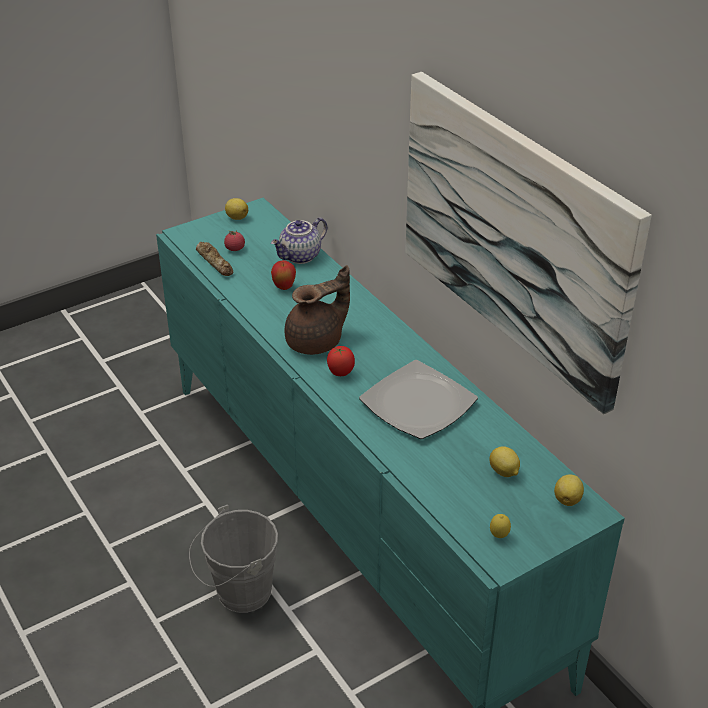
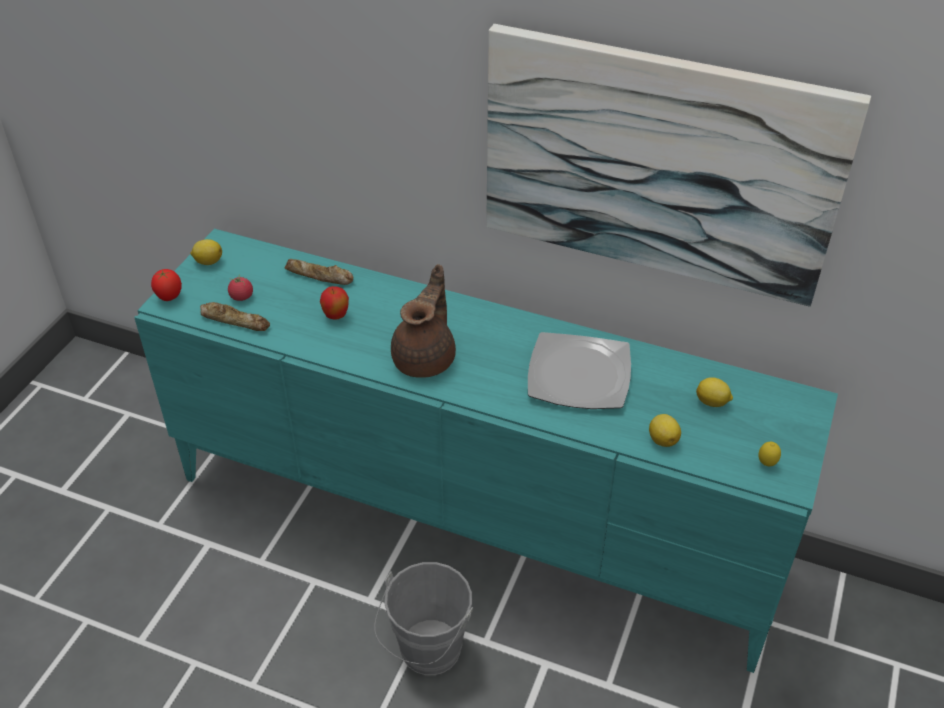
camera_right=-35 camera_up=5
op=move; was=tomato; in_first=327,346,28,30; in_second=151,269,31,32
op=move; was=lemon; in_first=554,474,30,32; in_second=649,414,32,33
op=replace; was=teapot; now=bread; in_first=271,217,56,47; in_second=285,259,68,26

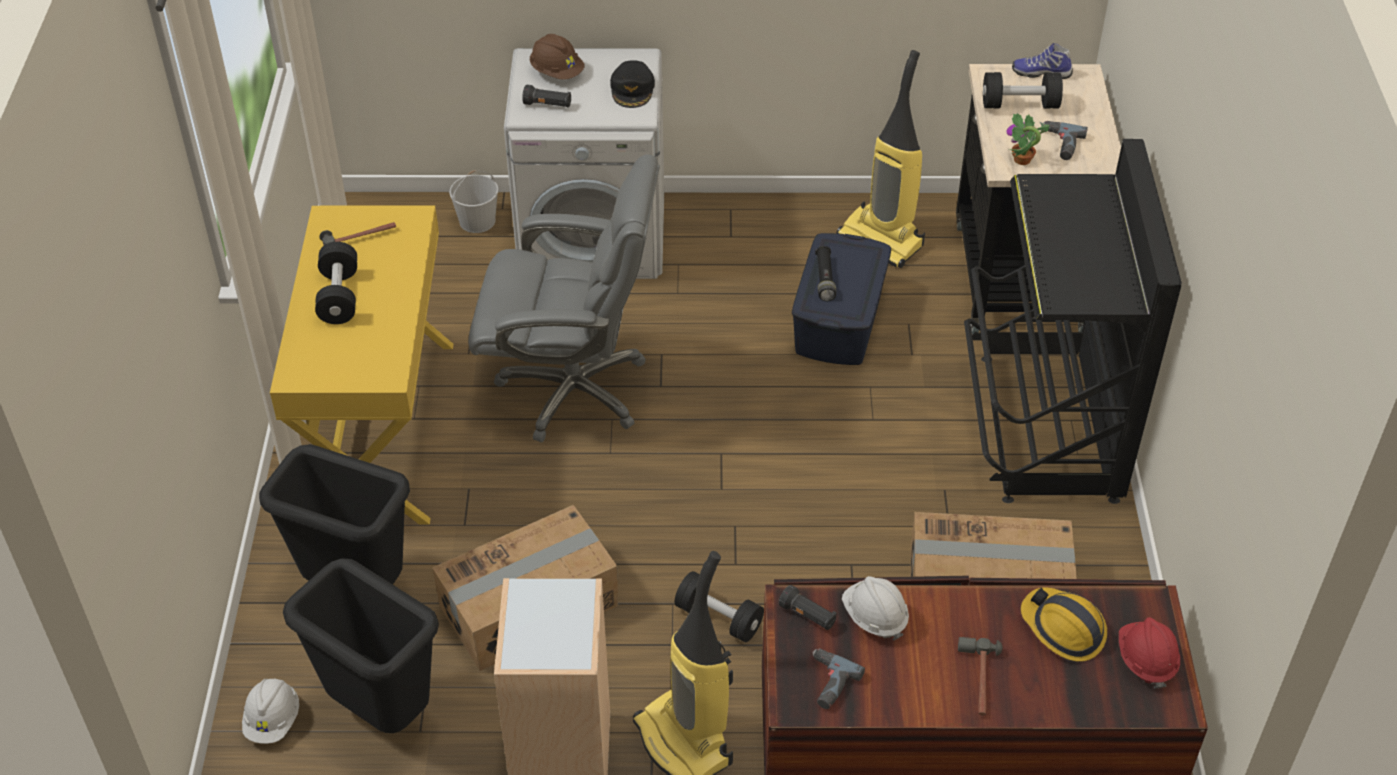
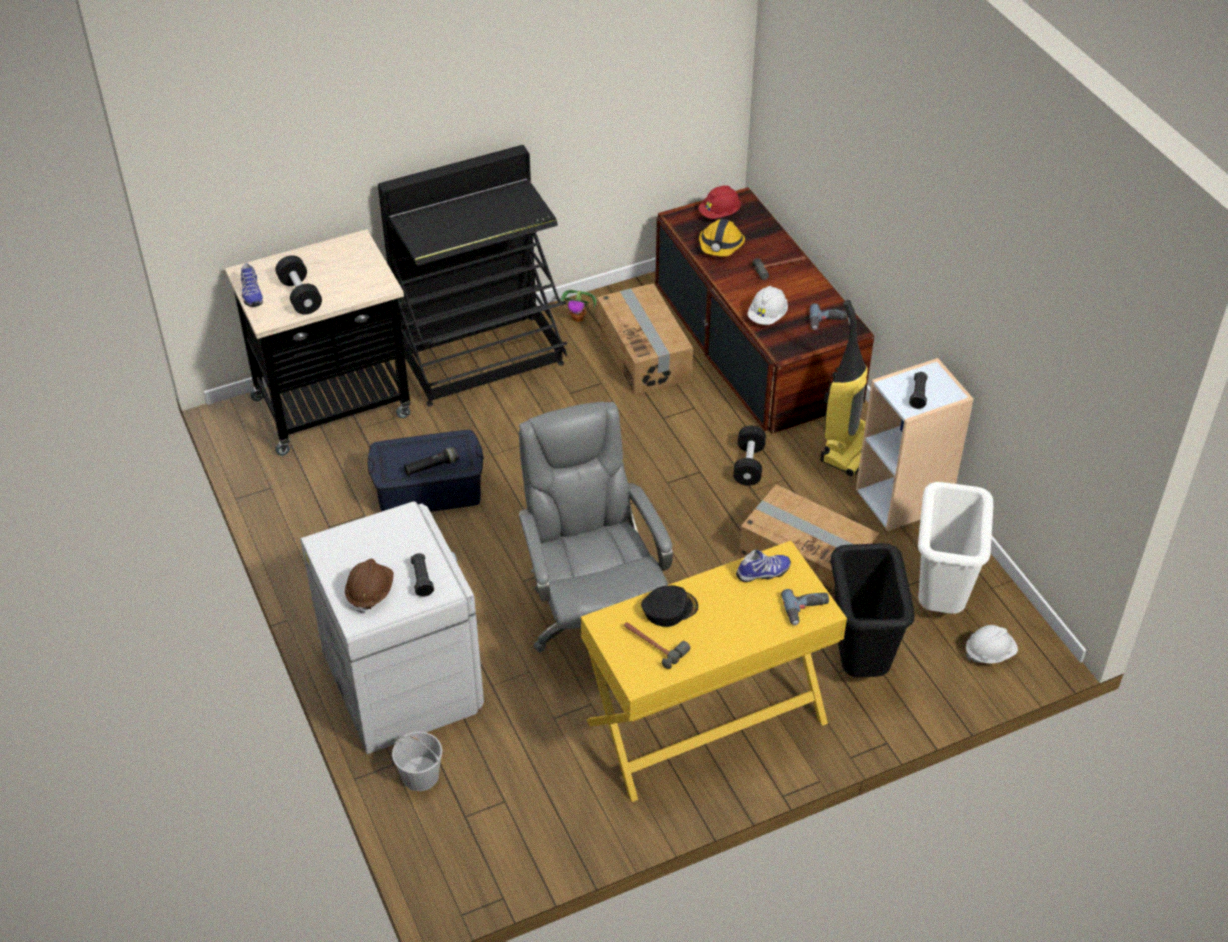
camera_right=-115 camera_up=0
op=delete; was=dumbbell in black; in_first=315,242,42,82
op=delete; was=vacuum cleaner; in_first=837,50,88,218
op=insert; now=shoe; in_second=736,549,55,33
op=move; was=cap in black; in_first=610,60,45,48; in_second=641,585,57,42
op=move; was=flashlight in black; in_first=779,585,58,45; in_second=909,372,19,37
op=move; was=potted plant; in_first=1006,113,43,52; in_second=560,290,37,32
op=move; was=power drill; in_first=1041,121,47,39; in_second=781,589,48,37
op=recolor; was=trash can in black; now=trash can in white; in_first=283,558,156,175; in_second=918,482,75,132

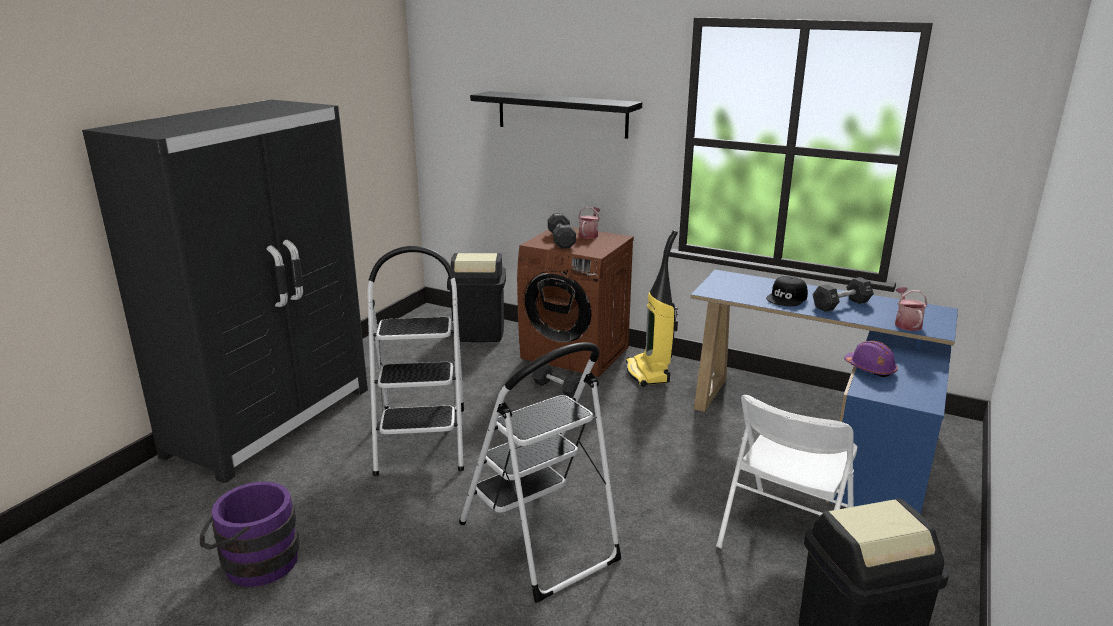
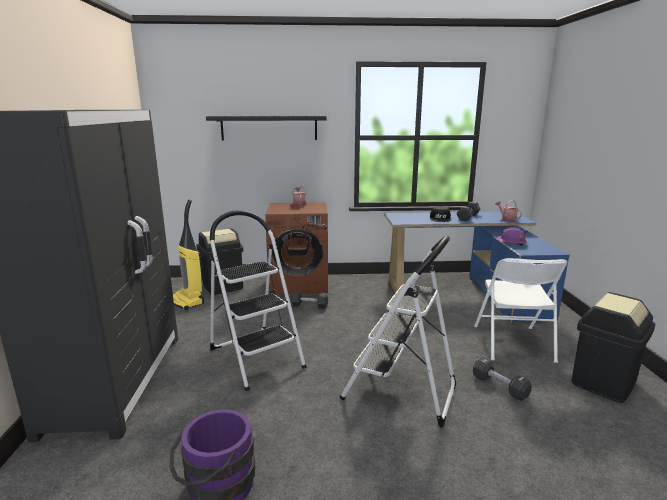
camera_right=-30 camera_up=-5
op=move; was=dumbbell in black; in_first=548,213,28,36; in_second=473,357,59,44
op=move; was=vacuum cleaner; in_first=626,230,52,157; in_second=173,199,31,111

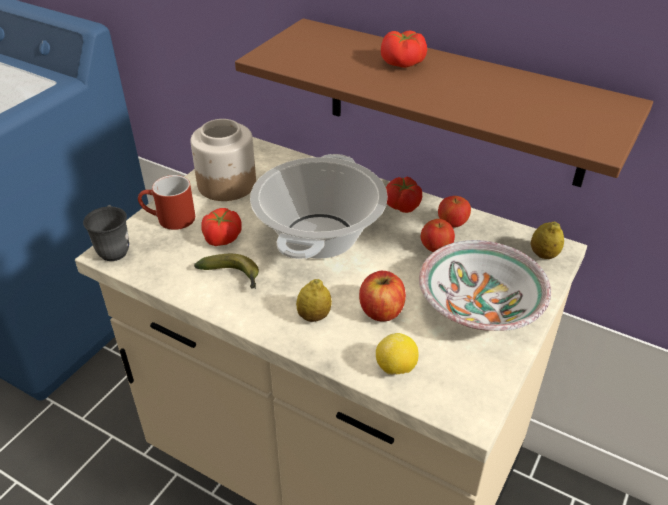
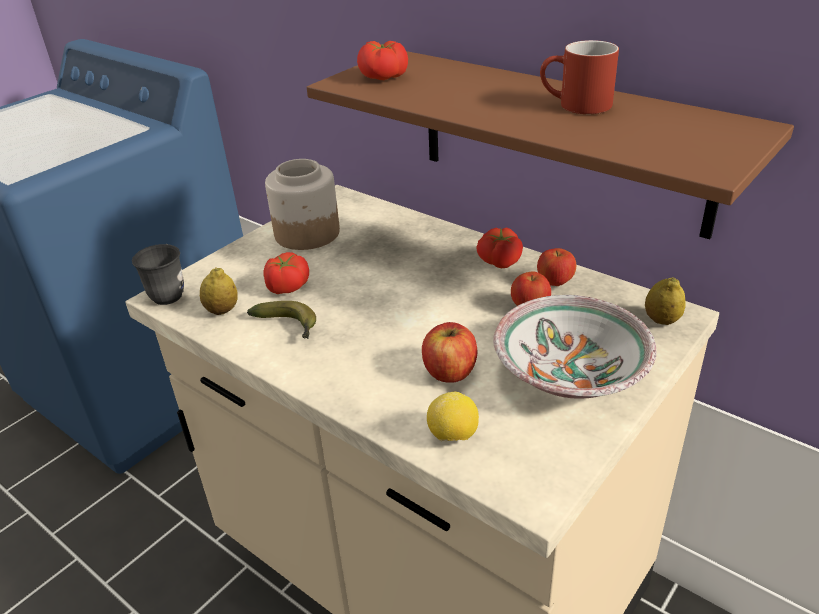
camera_right=10 camera_up=-5
op=delete; was=cooking pot; in_first=250,154,138,105
op=move; was=mug in red; in_first=138,175,57,55; in_second=540,40,79,74
op=move; was=lemon; in_first=296,279,36,43; in_second=200,267,38,48
op=move; was=tomato; in_first=381,31,46,37; in_second=357,41,51,39

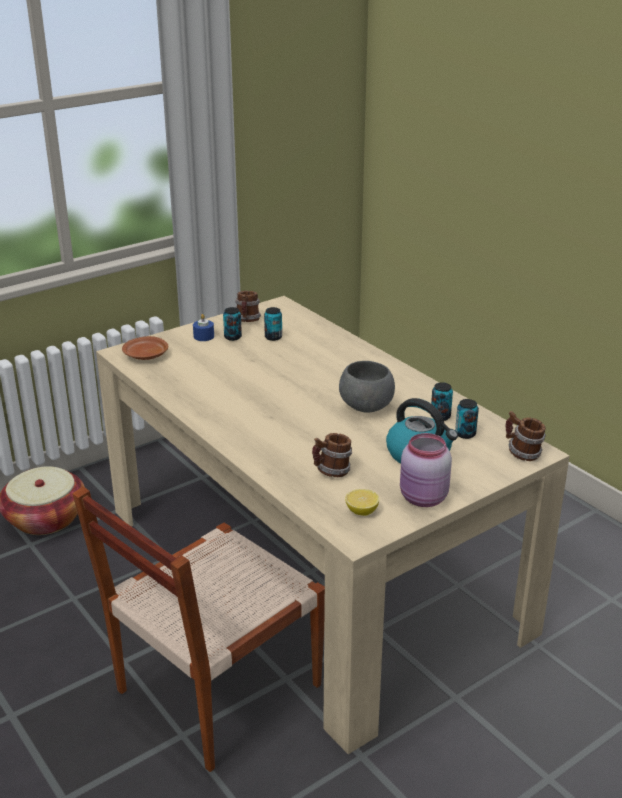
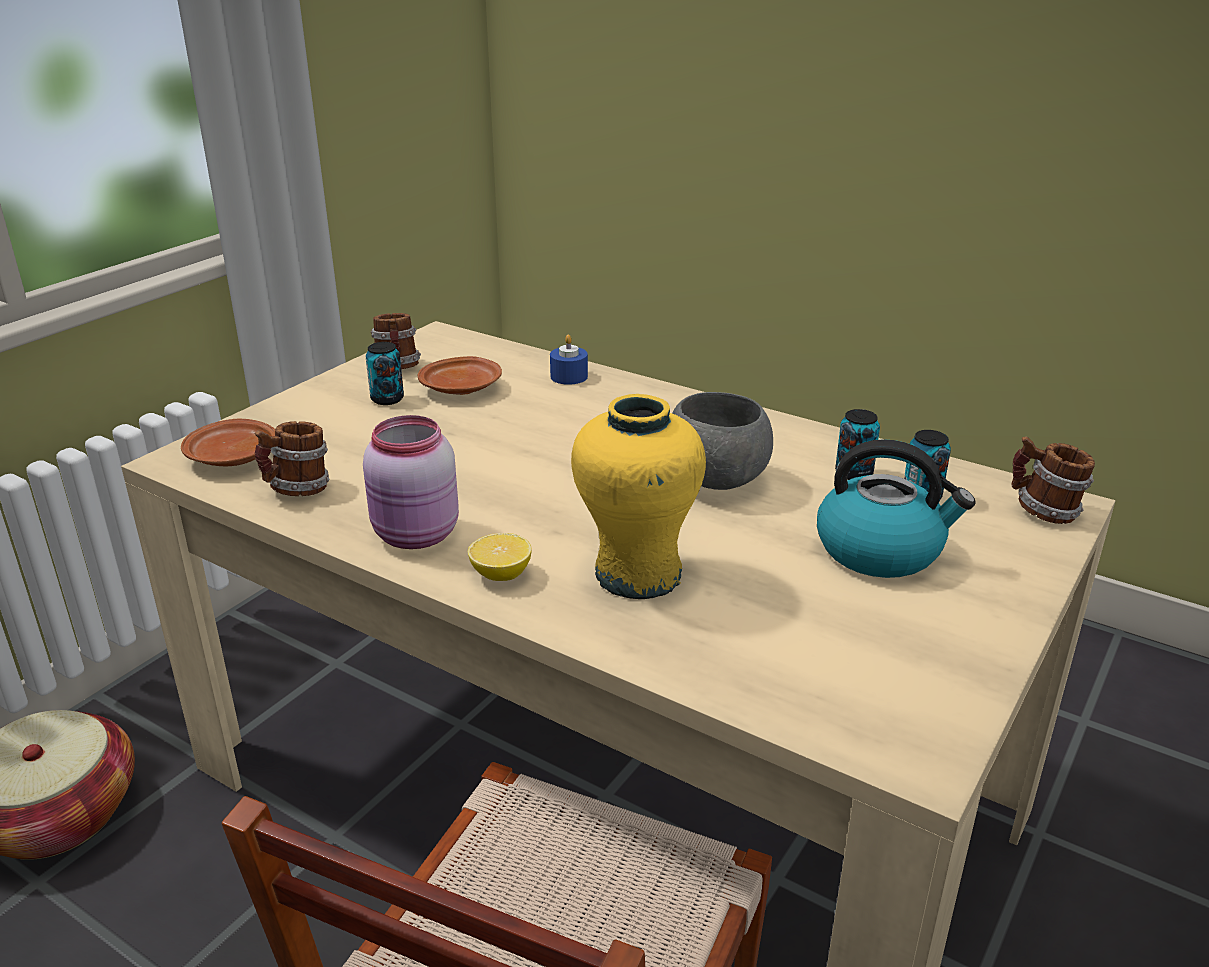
camera_right=-20 camera_up=0
op=insert; now=vase in yellow; in_second=571,394,135,205
op=move; was=candle in blue; in_first=193,314,21,27; in_second=550,335,38,50
op=move; was=mug; in_first=312,433,40,44; in_second=255,421,74,75
op=move; was=lemon; in_first=345,489,34,27; in_second=468,533,64,48
op=move; was=jar in pink; in_first=400,433,52,74; in_second=363,415,96,134
op=replace; was=can; now=plate in brown; in_first=264,307,18,34; in_second=418,356,84,39

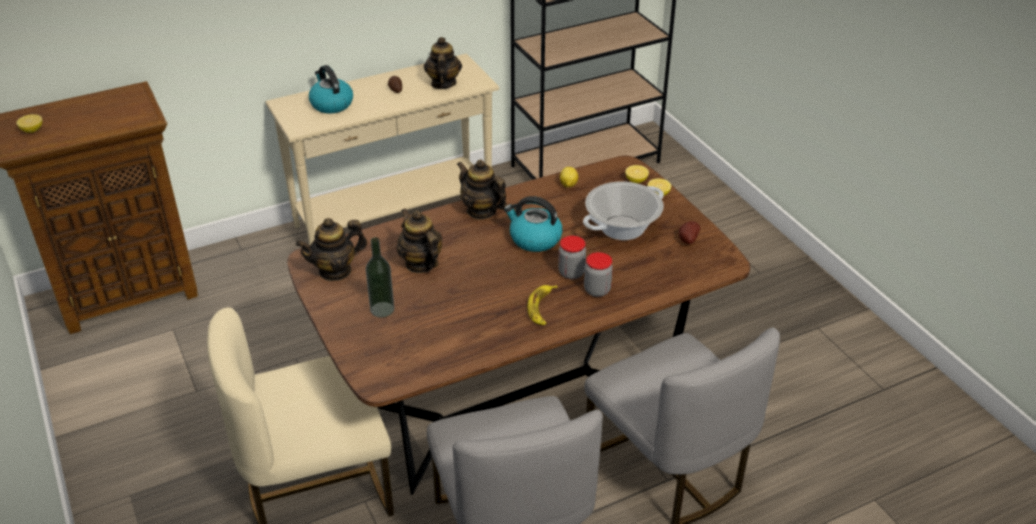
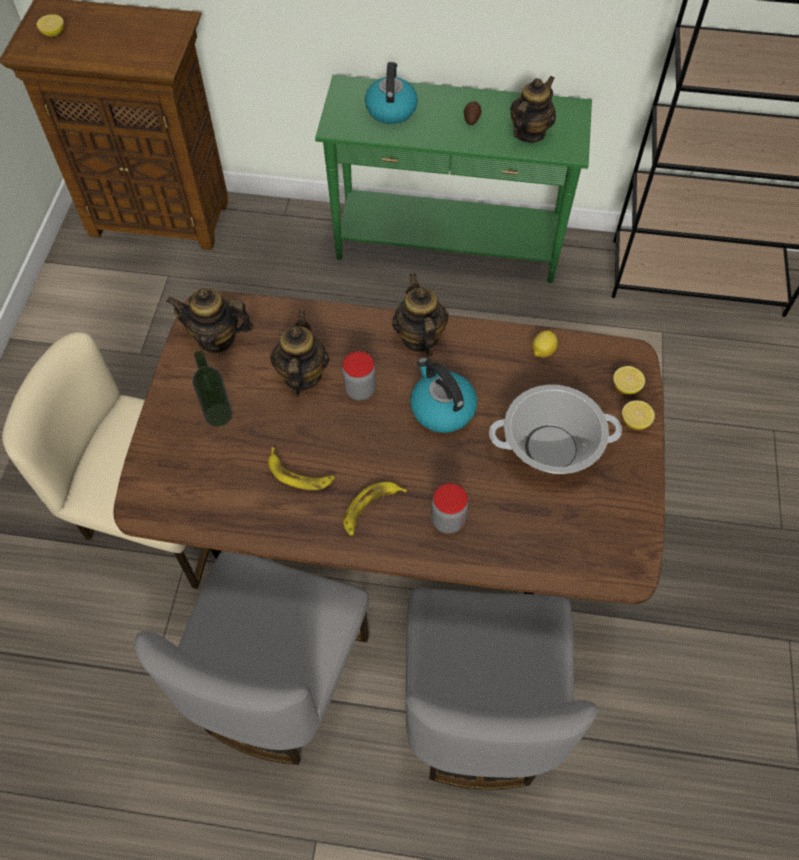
camera_right=35 camera_up=20
op=delete; was=potato; in_first=679,221,21,23
op=insert; now=banana; in_second=268,447,67,43
op=move; was=jar; in_first=558,236,28,43; in_second=342,351,34,49
op=recolor; was=console table in beige; now=console table in green; in_first=265,53,234,192; in_second=315,75,277,208

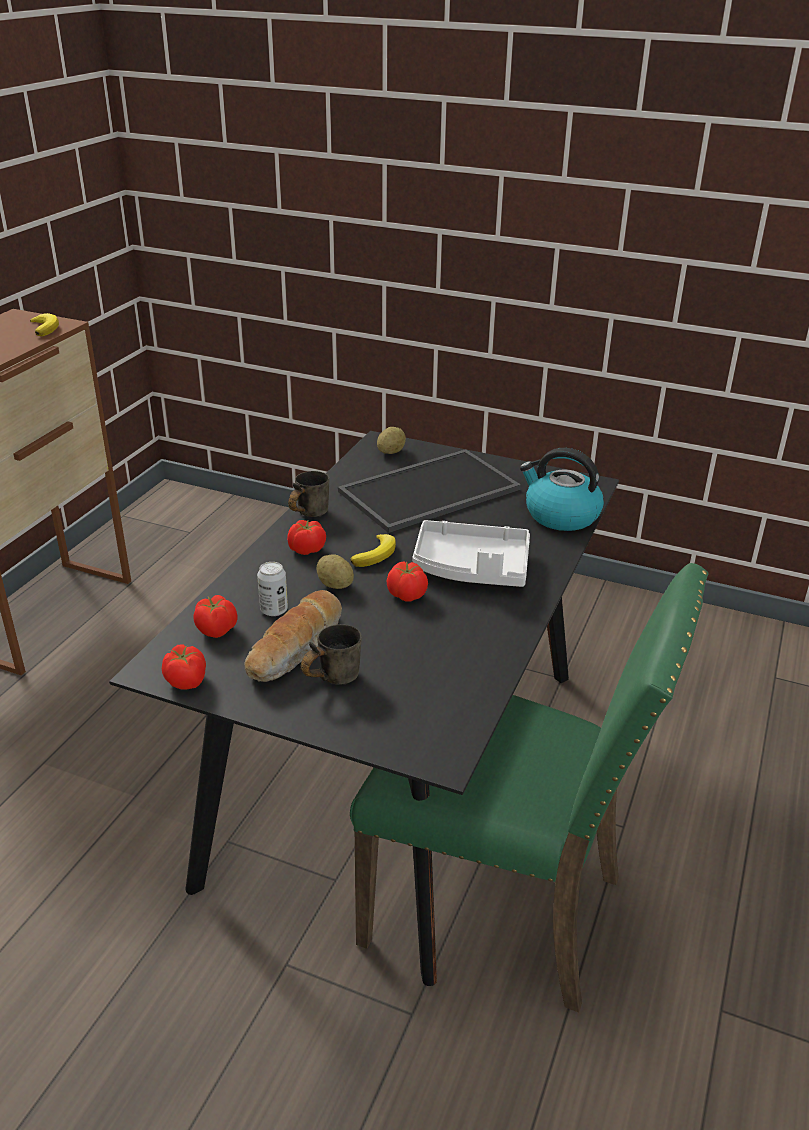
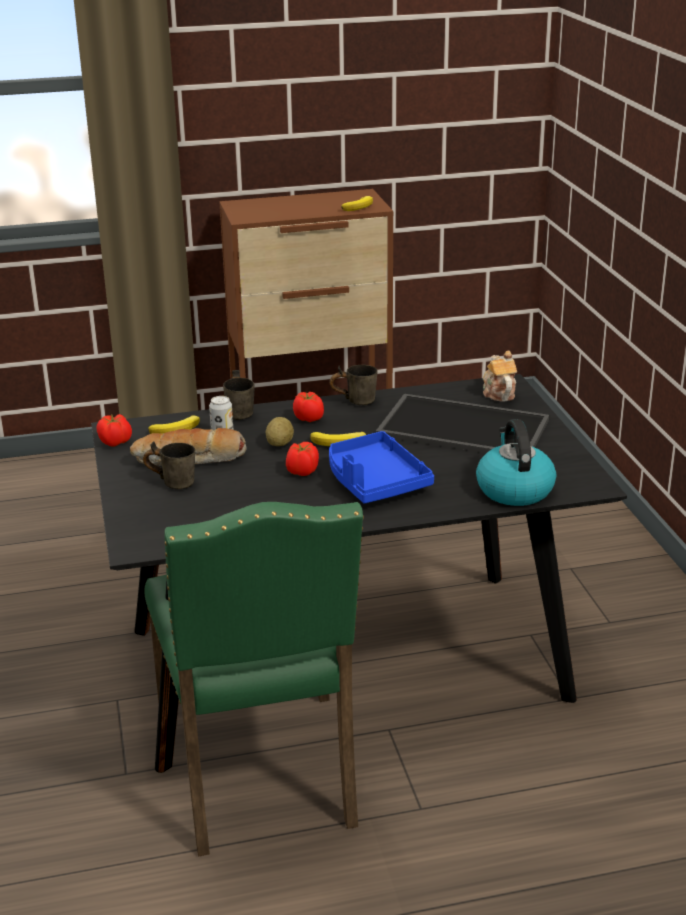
camera_right=55 camera_up=-5
op=insert; now=mug in grey; in_second=223,370,32,50
op=replace; was=tomato; now=banana; in_first=193,595,45,43; in_second=148,415,52,19
op=replace; was=potato; now=teapot; in_first=377,427,29,27; in_second=483,350,34,51
op=recolor; was=tray in grey; now=tray in blue; in_first=413,520,117,67; in_second=329,431,105,72

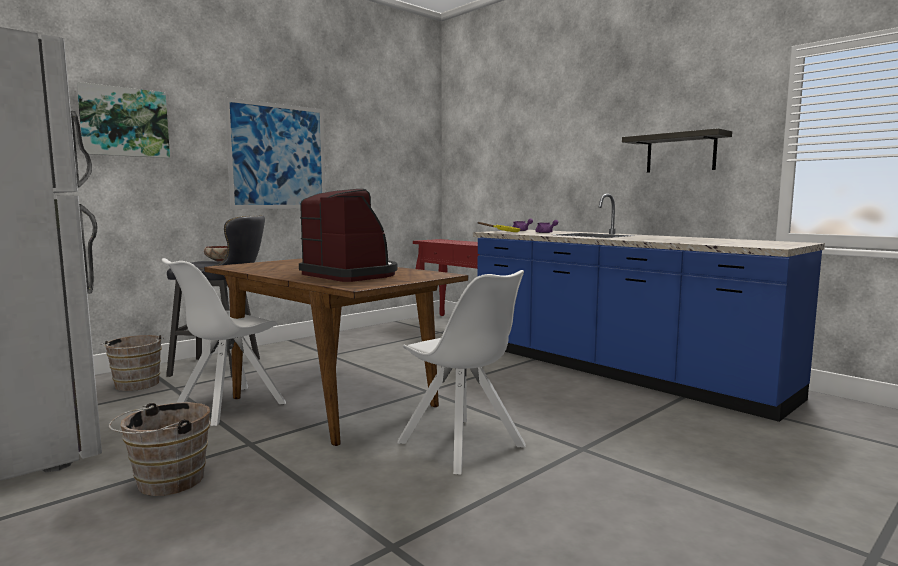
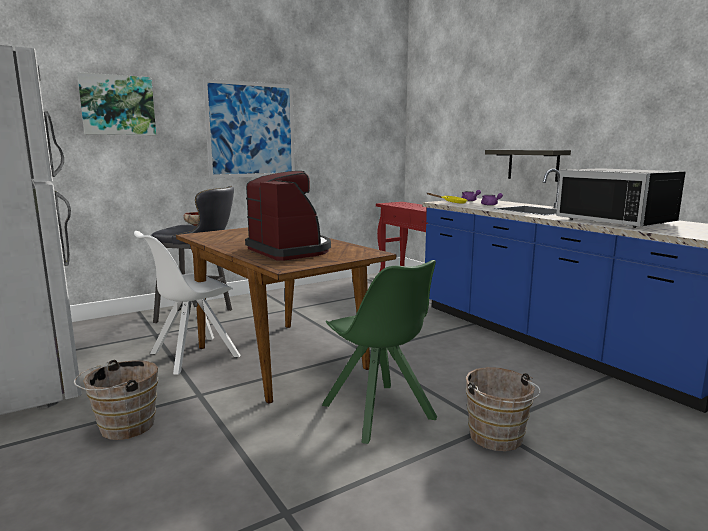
camera_right=10 camera_up=5
op=insert; now=microwave in black; in_second=556,168,130,60
op=move; was=bucket in brown; in_first=101,335,63,56; in_second=466,367,75,84
op=move; was=shelf; in_first=622,128,110,45; in_second=485,150,86,32
op=recolor; was=chair in white; now=chair in green; in_first=398,270,128,204; in_second=322,260,115,184

